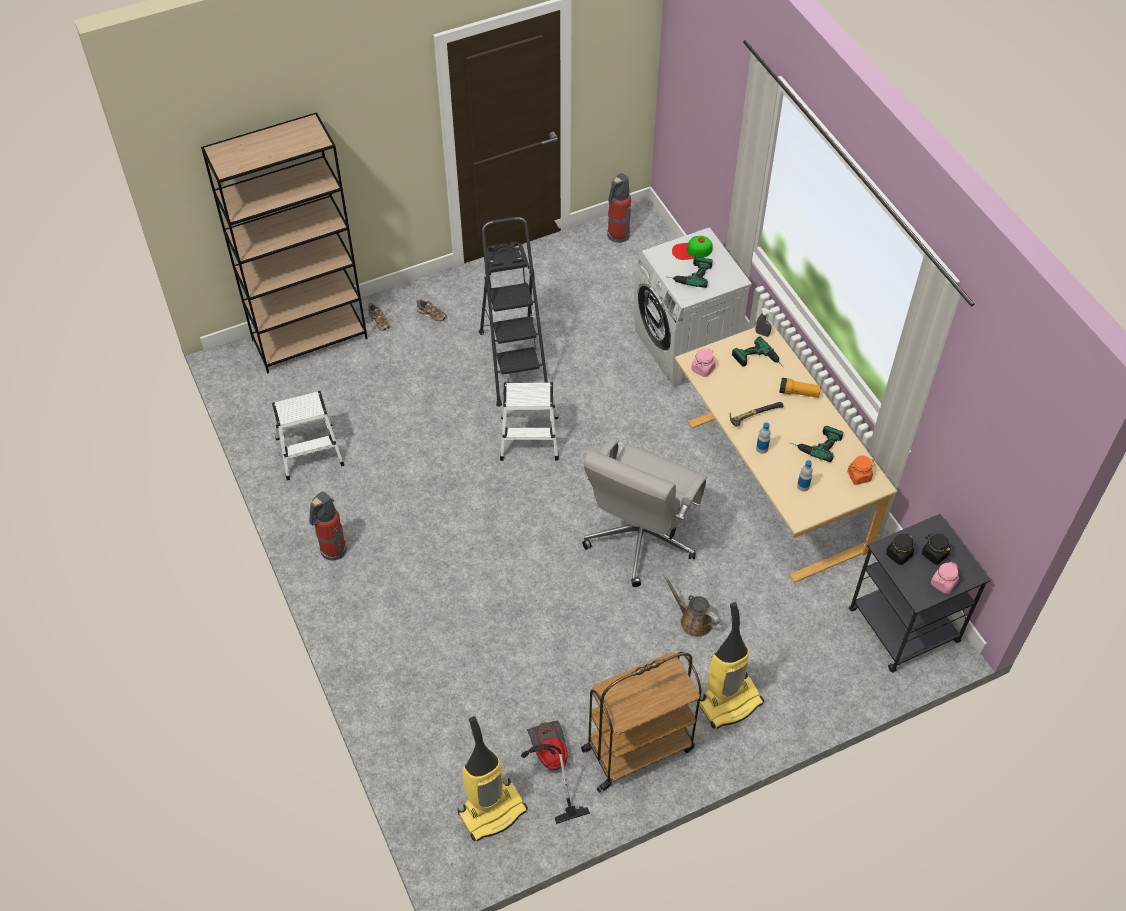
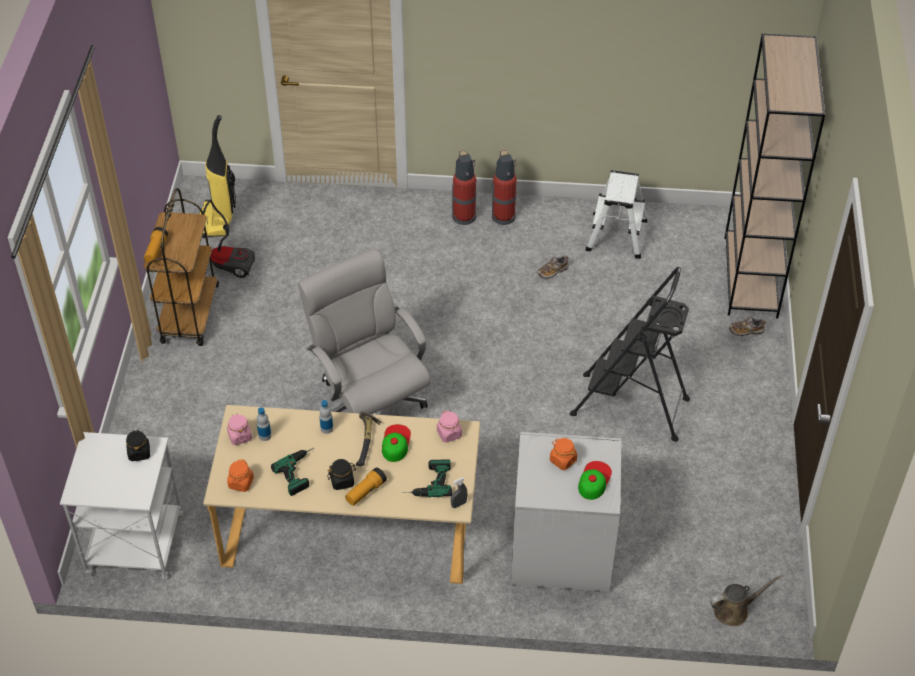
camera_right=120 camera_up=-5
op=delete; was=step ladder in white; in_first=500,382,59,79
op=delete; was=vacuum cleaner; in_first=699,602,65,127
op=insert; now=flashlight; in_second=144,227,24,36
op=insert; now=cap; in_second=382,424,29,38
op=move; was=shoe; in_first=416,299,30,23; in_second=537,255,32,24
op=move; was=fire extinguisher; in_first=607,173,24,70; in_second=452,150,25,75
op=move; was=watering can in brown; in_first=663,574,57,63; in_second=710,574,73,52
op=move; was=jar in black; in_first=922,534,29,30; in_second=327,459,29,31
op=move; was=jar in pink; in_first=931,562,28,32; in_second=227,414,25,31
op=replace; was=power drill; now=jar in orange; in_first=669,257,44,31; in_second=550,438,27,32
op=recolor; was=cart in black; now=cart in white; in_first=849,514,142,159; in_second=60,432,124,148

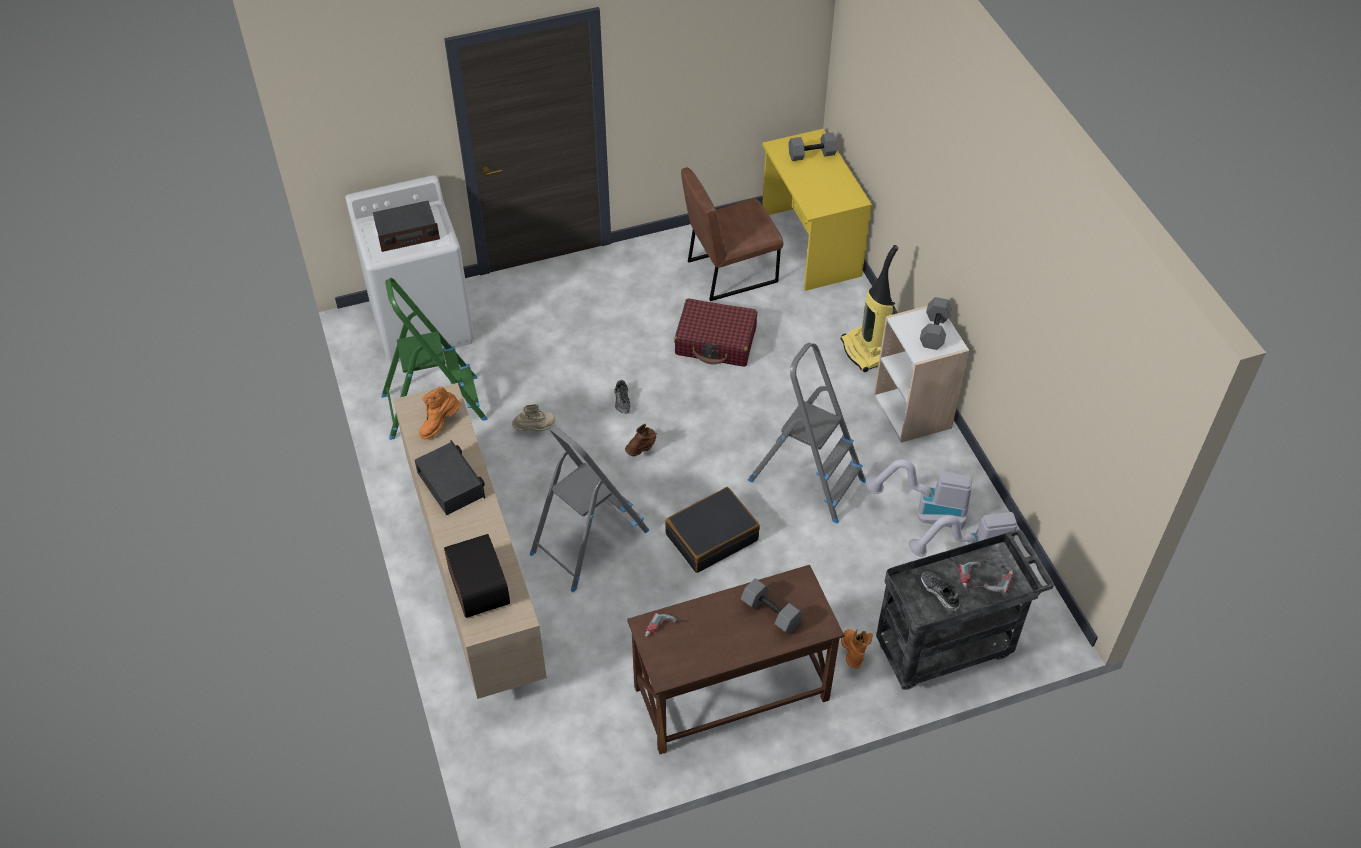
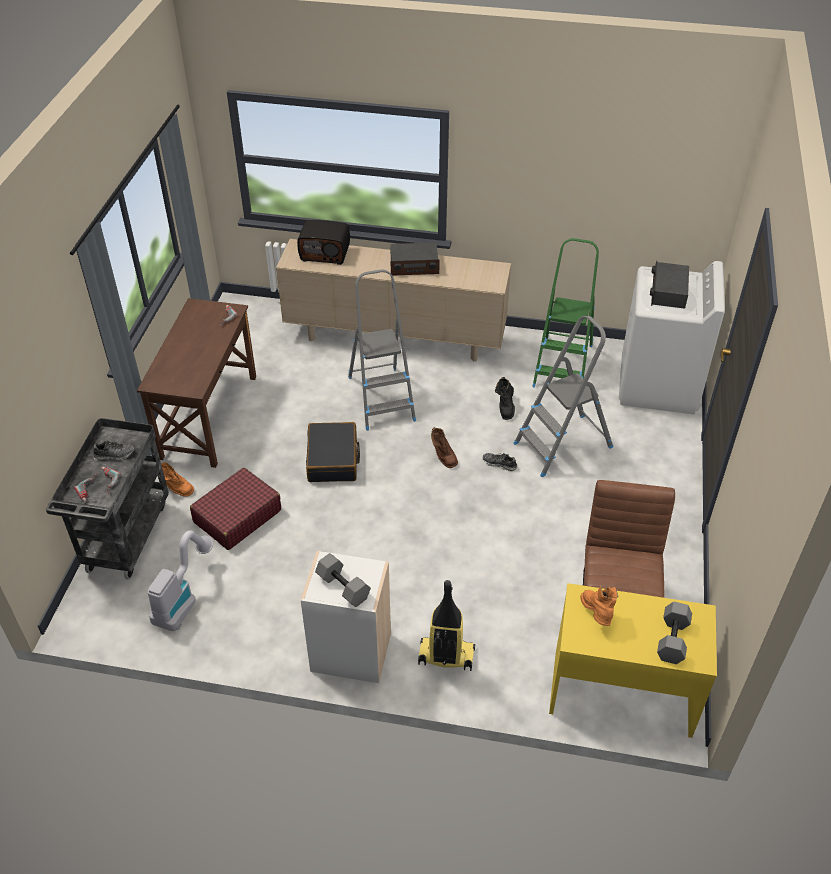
camera_right=120 camera_up=-5
op=delete; was=dumbbell in grey; in_first=741,578,62,57
op=delete; was=vacuum cleaner; in_first=866,459,106,70
op=move; was=boot in orange; in_first=419,386,42,54; in_second=580,586,38,40
op=move; was=suitcase in red; in_first=674,298,83,69; in_second=190,468,91,82
op=move; was=step ladder in grey; in_first=748,343,118,180; in_second=513,316,100,161
op=recolor; was=boot in beige; now=boot in black; in_first=512,404,44,28; in_second=495,377,20,43

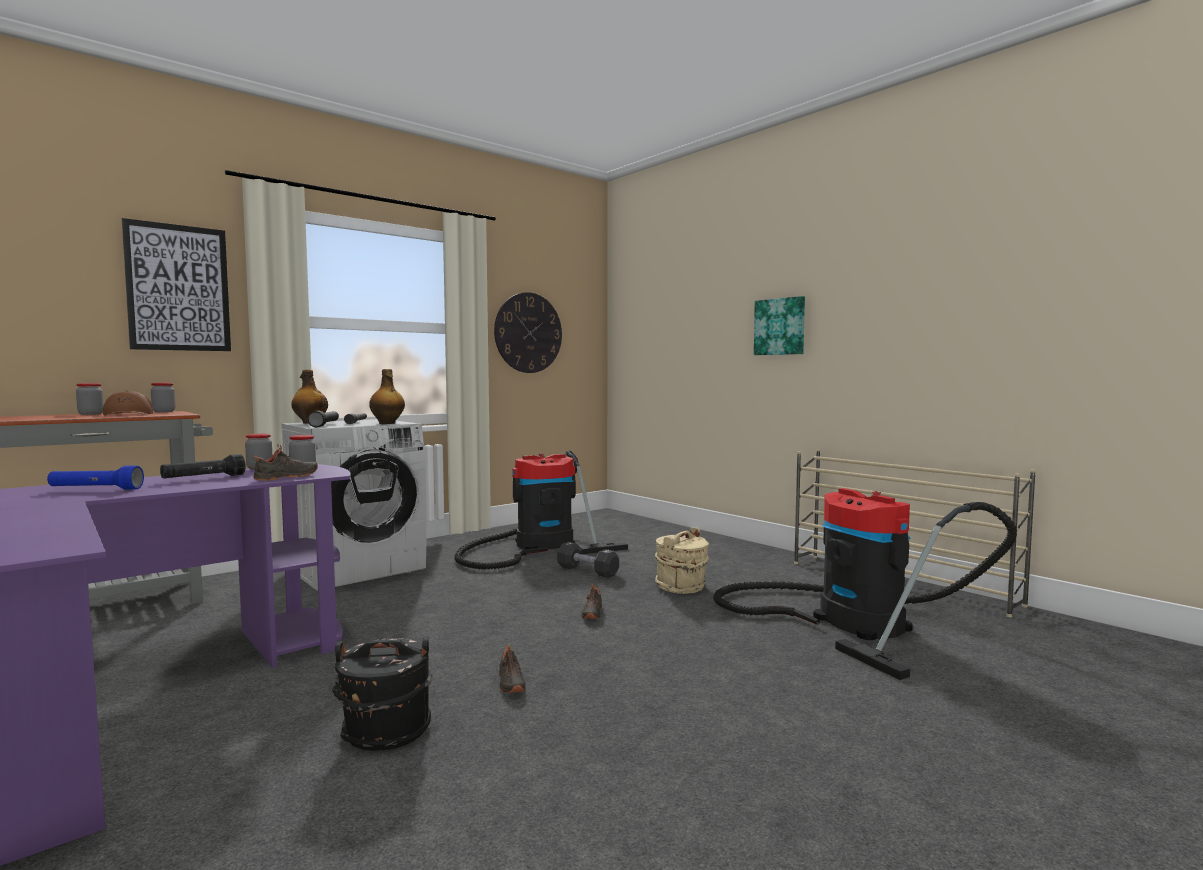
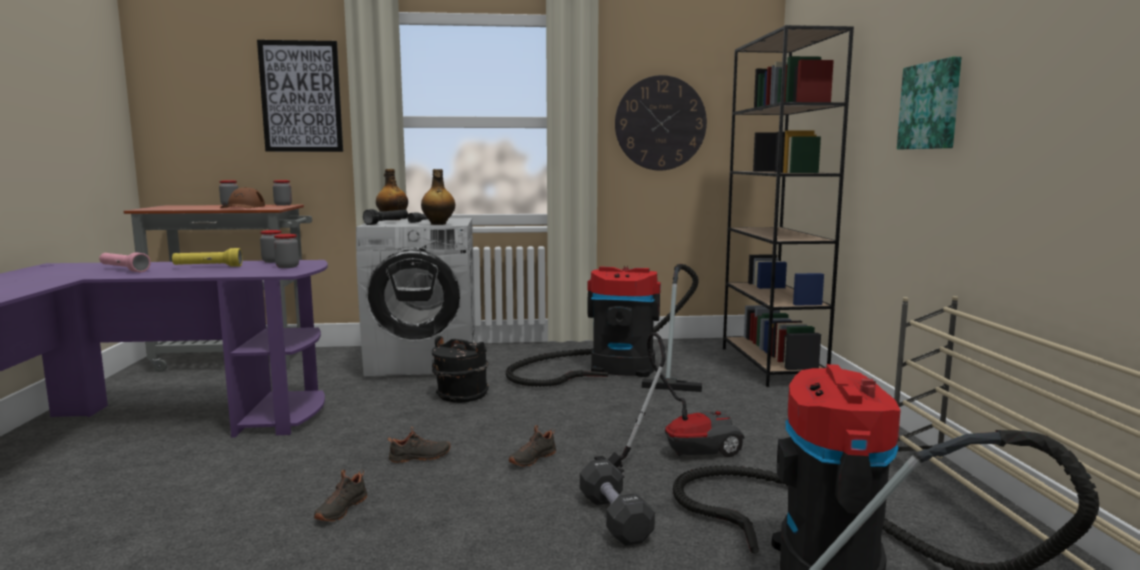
camera_right=35 camera_up=5
op=insert; now=bookcase in beige; in_second=723,25,131,362
op=move; was=shoe in black; in_first=253,444,65,37; in_second=388,427,63,36
op=move; was=bucket in black; in_first=332,636,100,115; in_second=432,336,57,67
op=move; was=dumbbell in black; in_first=557,542,62,36; in_second=580,459,75,87
op=replace; was=bucket in beige; now=vacuum cleaner; in_first=655,527,54,67; in_second=594,332,150,146
op=recolor; was=flashlight in blue; now=flashlight in pink; in_first=47,465,97,25; in_second=99,253,52,19
op=recolor; was=flashlight in black; now=flashlight in yellow; in_first=160,454,86,24; in_second=172,248,71,19

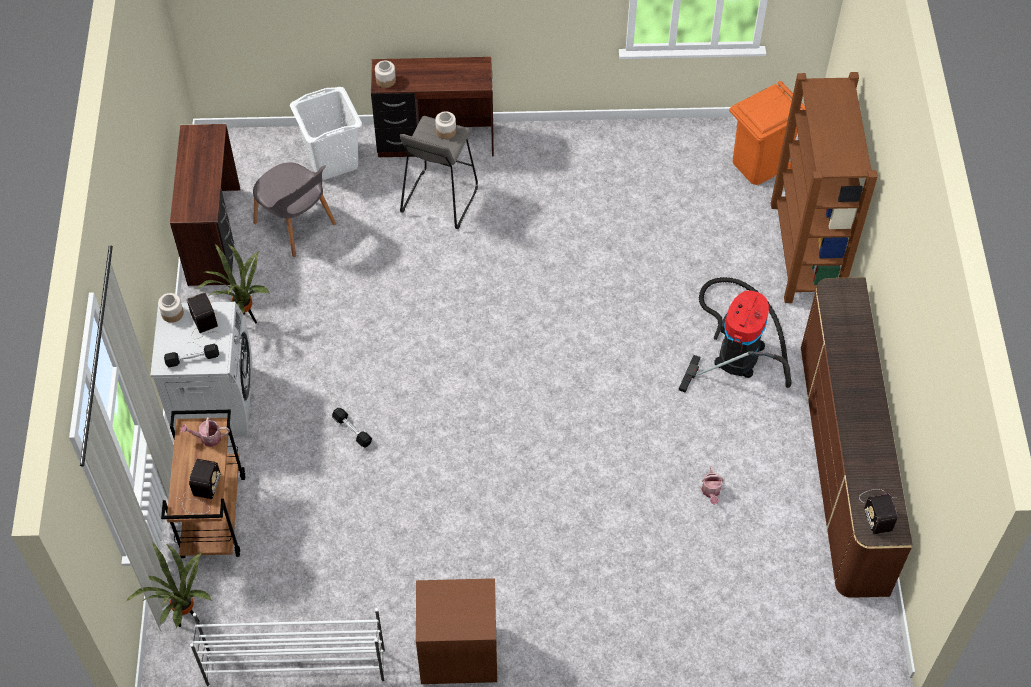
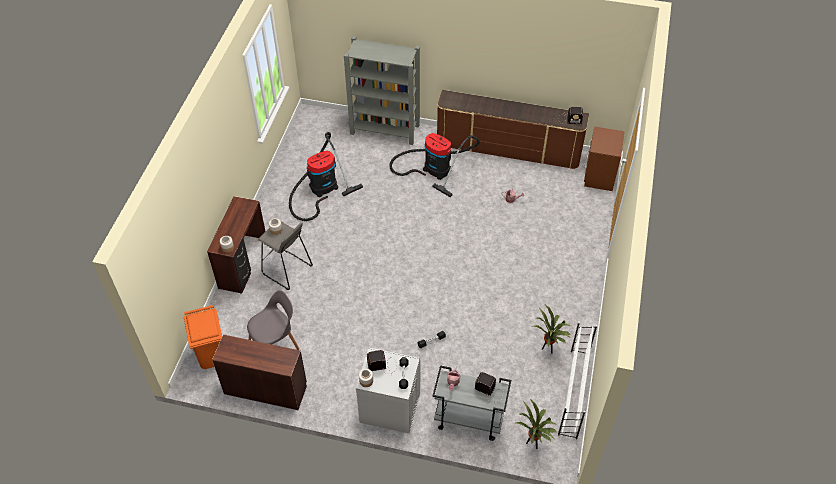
camera_right=-75 camera_up=-5
op=delete; was=laundry basket in white; in_first=290,87,72,93
op=insert; now=vacuum cleaner; in_second=289,132,74,89
op=move; was=potted plant; in_first=197,244,73,79; in_second=531,305,40,49
op=move; was=nightstand in brown; in_first=416,578,81,106; in_second=584,126,41,65
op=move; was=trash can in orange; in_first=729,81,77,104; in_second=184,305,38,64
op=recolor; was=cart in brown; now=cart in grey; in_first=161,410,84,148; in_second=432,365,79,76
op=recolor; was=bookcase in brown; now=bookcase in grey; in_first=771,72,107,231; in_second=344,36,76,109

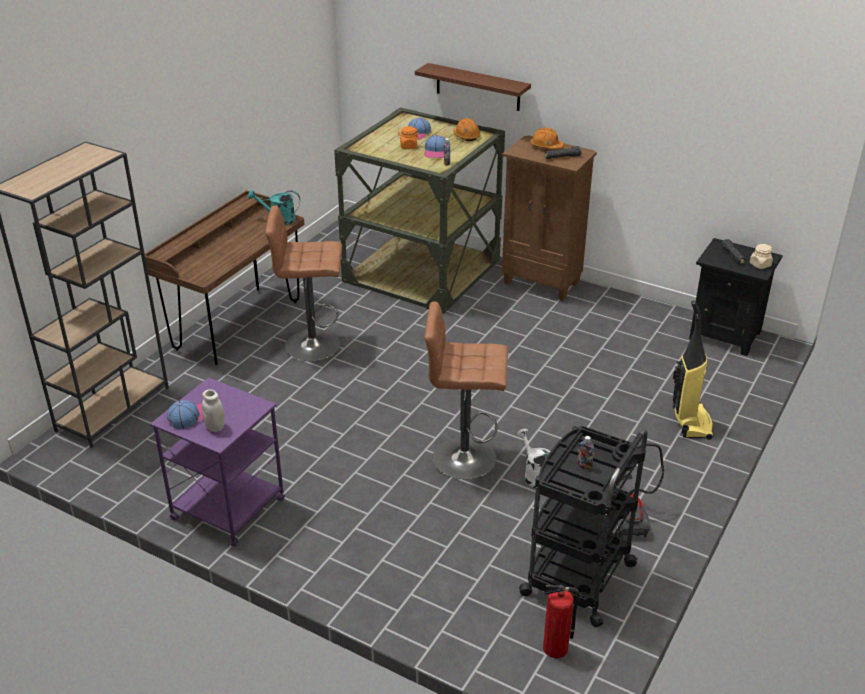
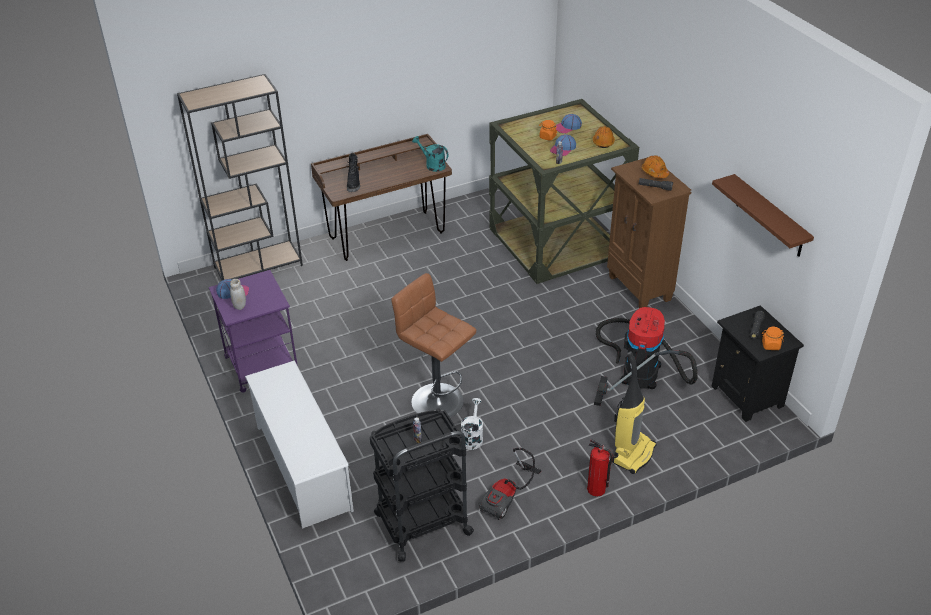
camera_right=35 camera_up=5
op=delete; was=stool in brown; in_first=265,205,77,156
op=insert; now=shoe rack in white; in_second=245,361,109,168
op=insert; now=boot in black; in_second=347,153,13,39
op=insert; now=vacuum cleaner; in_second=594,307,104,99
op=move; was=shelf in brown; in_first=415,63,116,48; in_second=712,174,102,83
op=move; was=fire extinguisher; in_first=543,585,37,73; in_second=587,439,26,58
op=recolor; was=jar in beige; now=jar in orange; in_first=750,244,23,25; in_second=762,327,22,23

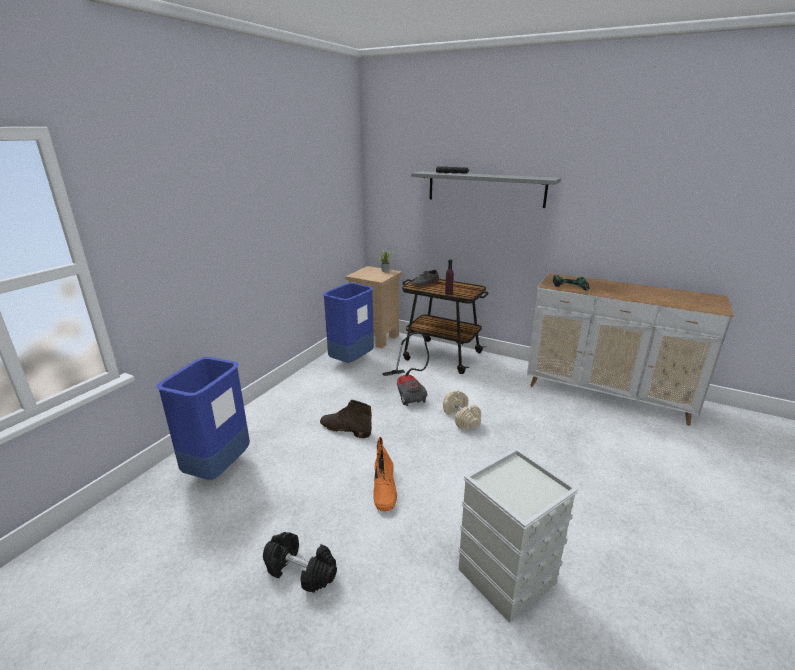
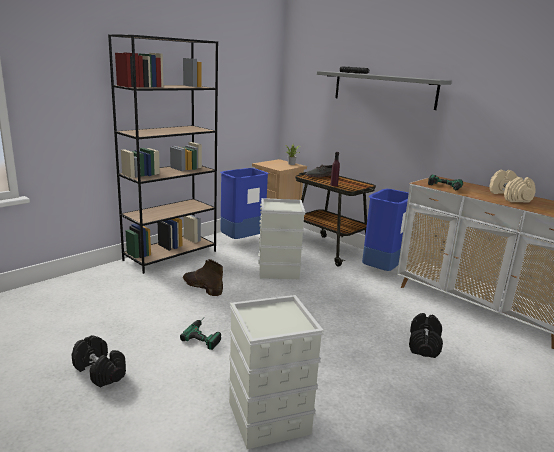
camera_right=15 camera_up=-5
op=insert; now=bookcase in beige; in_second=108,34,110,240
op=insert; now=dumbbell in black; in_second=409,313,34,45
op=move; was=trash can in blue; in_first=156,357,94,123; in_second=362,189,47,82
op=move; was=dumbbell in beige; in_first=443,390,38,40; in_second=489,170,47,32
op=replace; was=boot in orange; now=power drill; in_first=373,437,24,74; in_second=180,320,41,30
op=replace; was=vacuum cleaner; now=storage box in grey; in_first=382,332,47,74; in_second=258,198,47,81

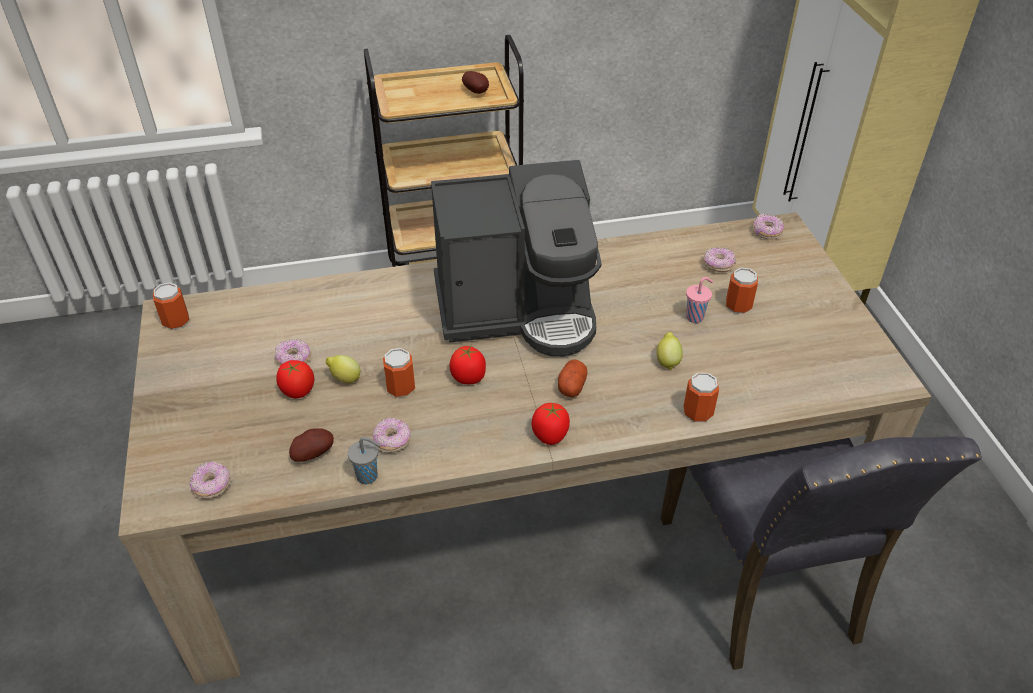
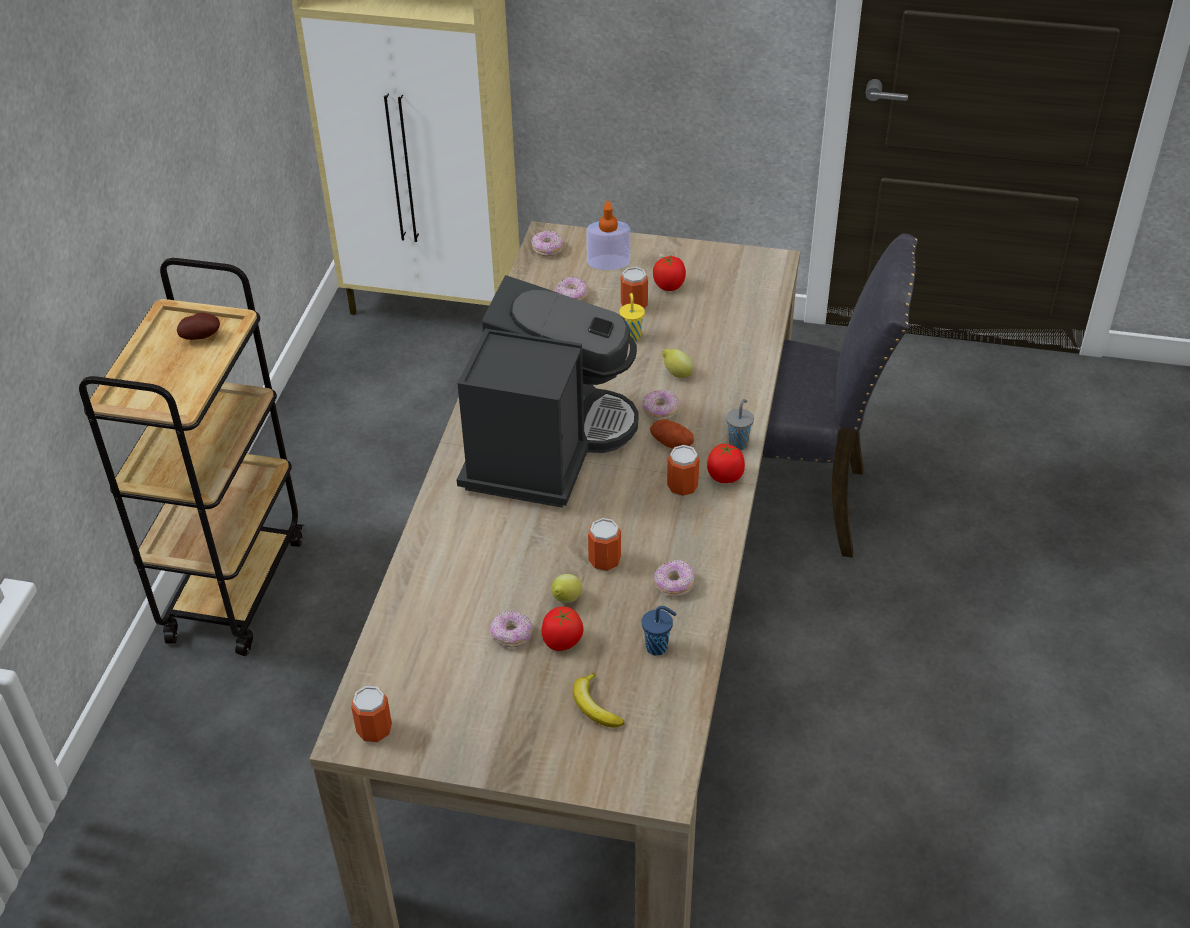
camera_right=-65 camera_up=0
op=insert; now=banana; in_second=573,672,51,55
op=insert; now=soap dispenser; in_second=586,201,44,69
op=move; was=donut; in_first=190,461,41,38; in_second=642,390,37,31
op=move; was=cup in grey; in_first=348,437,32,47; in_second=726,399,28,51
op=move; was=tomato; in_first=449,346,37,38; in_second=653,255,33,36
op=move; was=can; in_first=684,372,35,50; in_second=667,445,33,52
op=replace; was=potato; now=cup in blue; in_first=289,428,45,34; in_second=642,606,34,50
op=recolor; was=cup in pink; now=cup in yellow; in_first=686,277,27,46; in_second=619,293,26,49

